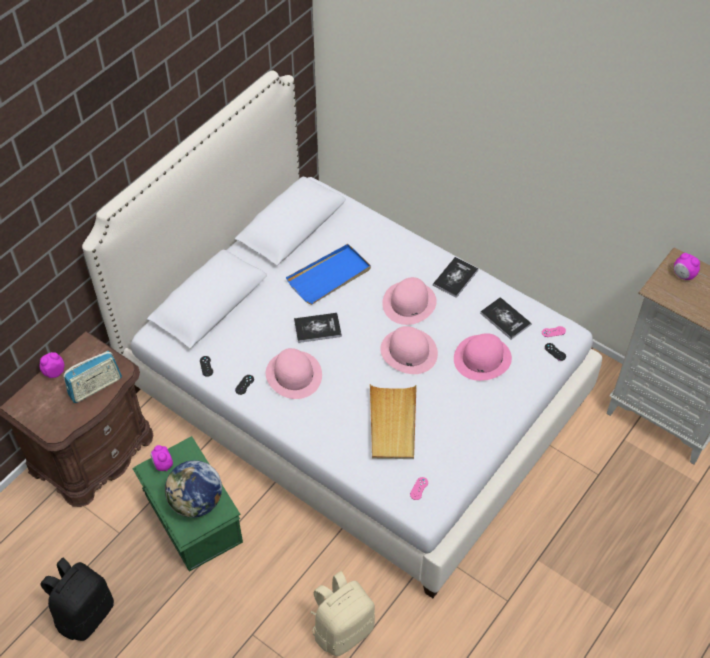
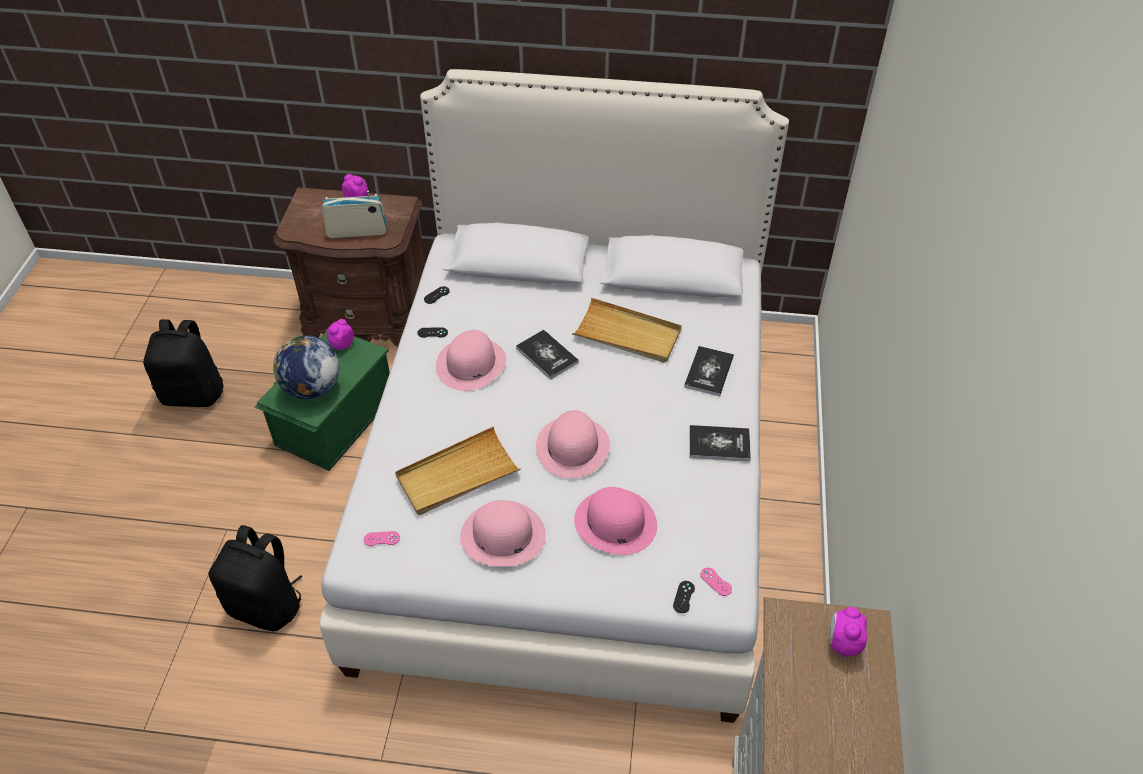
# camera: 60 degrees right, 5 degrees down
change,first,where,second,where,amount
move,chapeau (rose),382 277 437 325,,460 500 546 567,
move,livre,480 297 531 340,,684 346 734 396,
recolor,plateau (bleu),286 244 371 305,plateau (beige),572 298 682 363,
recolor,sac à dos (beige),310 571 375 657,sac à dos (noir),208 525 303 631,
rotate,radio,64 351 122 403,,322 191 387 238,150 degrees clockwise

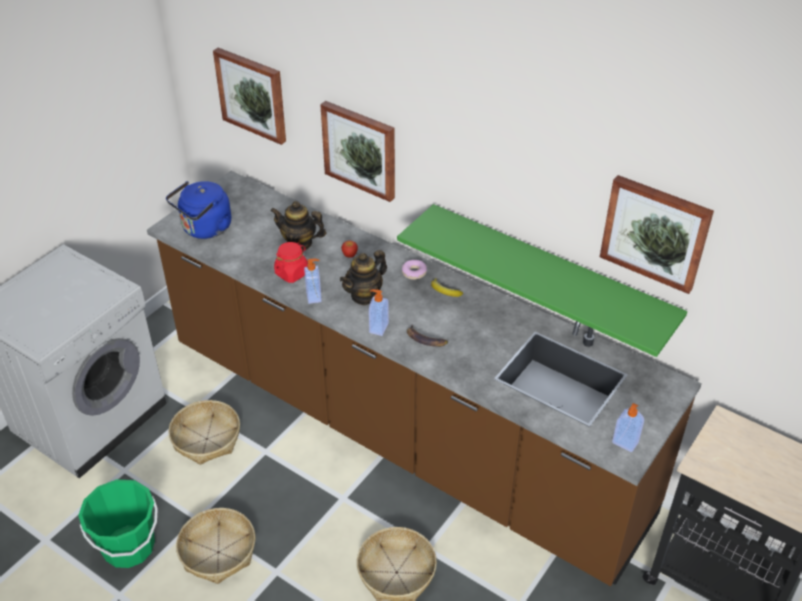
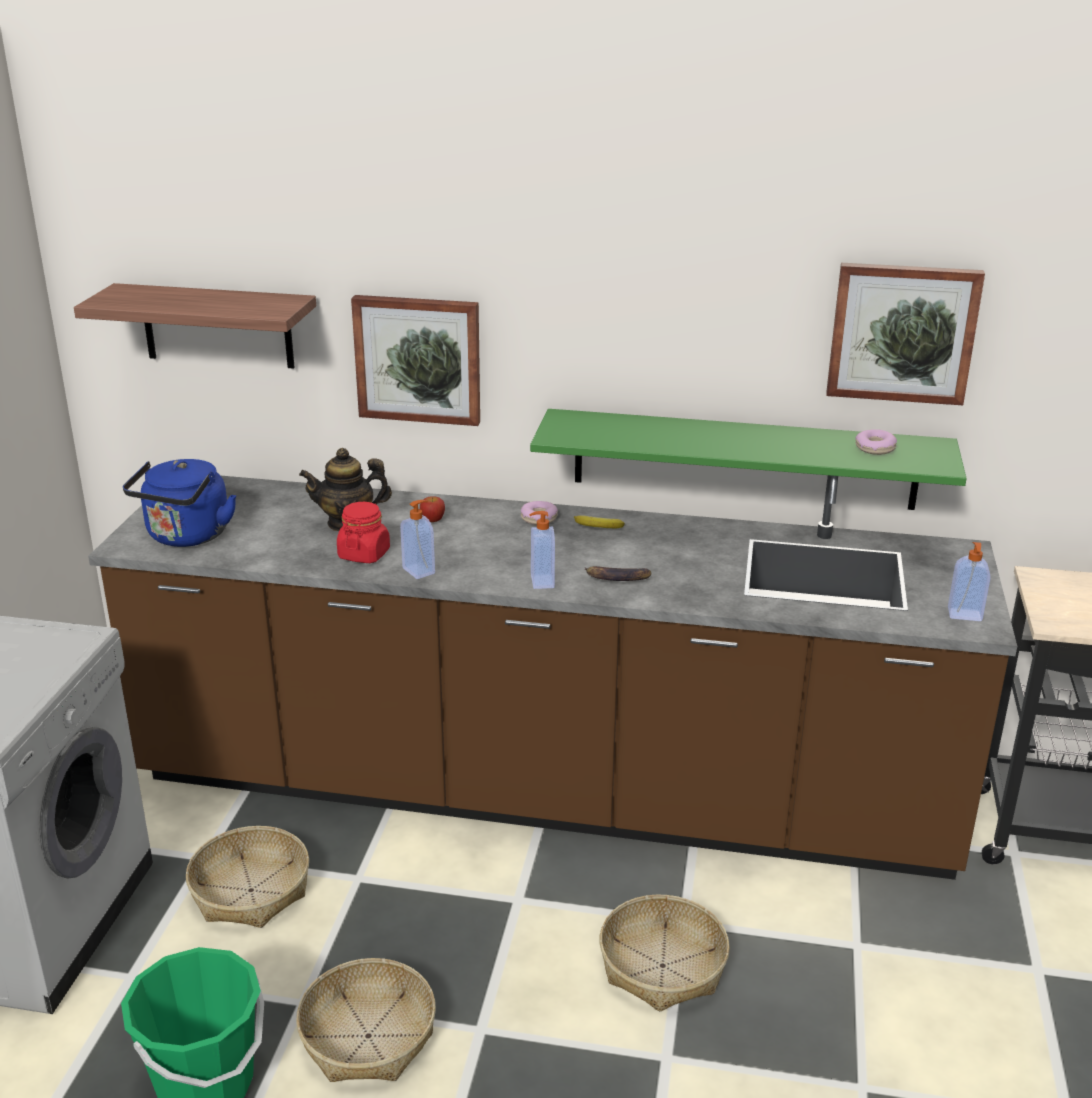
# camera: 25 degrees left, 15 degrees down
change,first,where,second,where,amount
delete,théière,340 250 387 305,,,
insert,,,beignet,855 429 897 455,
replace,tableau,213 48 286 145,étagère,74 283 316 369,

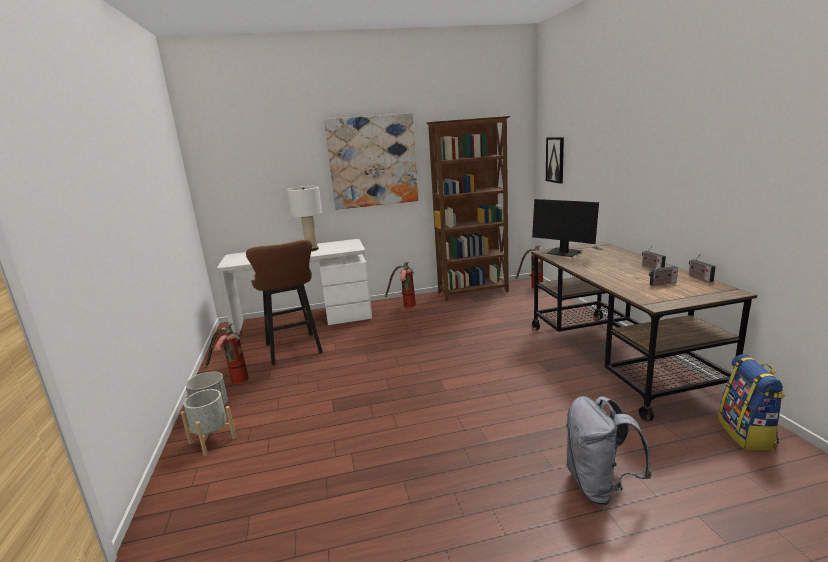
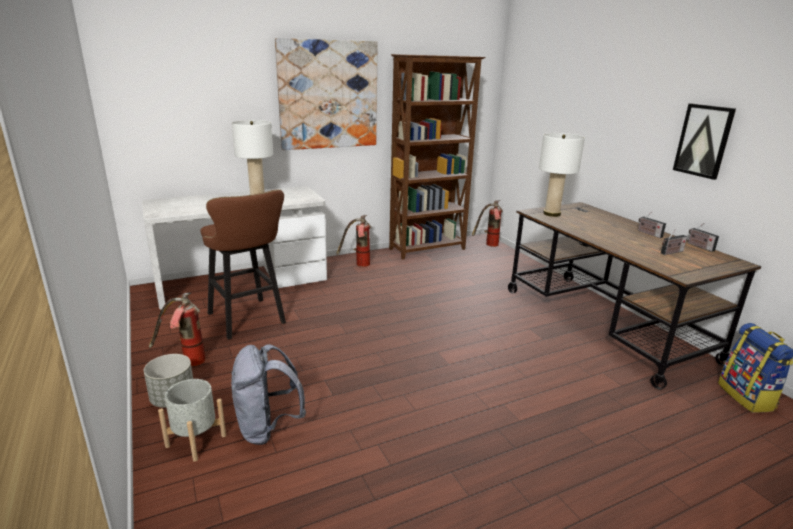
# camera: 15 degrees left, 5 degrees up
change,first,where,second,where,amount
move,tableau,546 137 564 184,,673 104 736 180,
move,sac à dos (gris),566 396 652 505,,231 344 306 445,
replace,écran d'ordinateur,532 199 599 257,lampe de table (blanc),539 133 585 217,

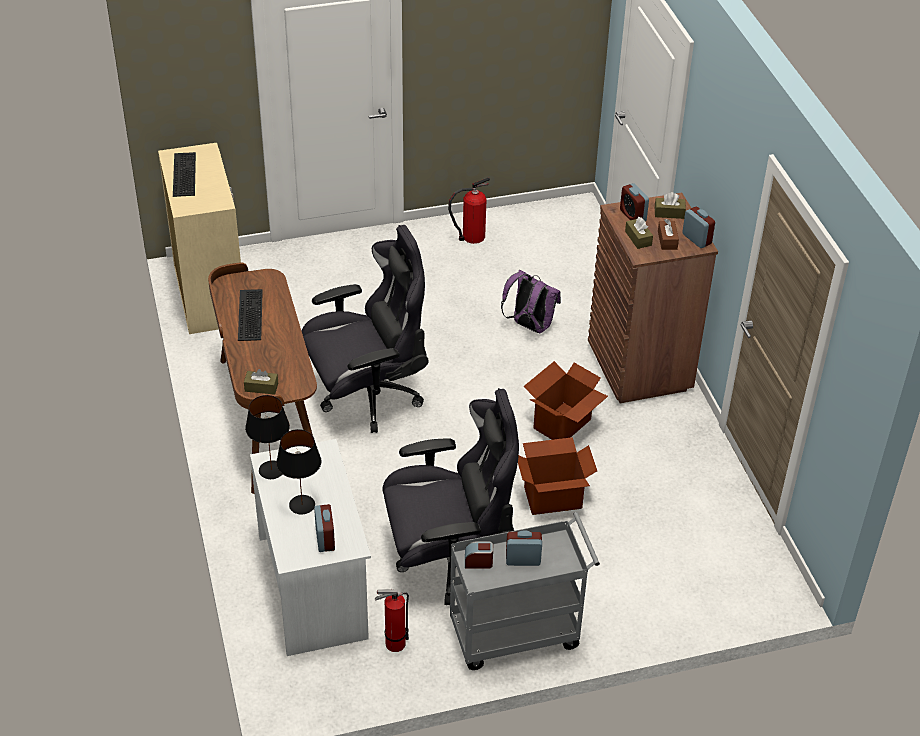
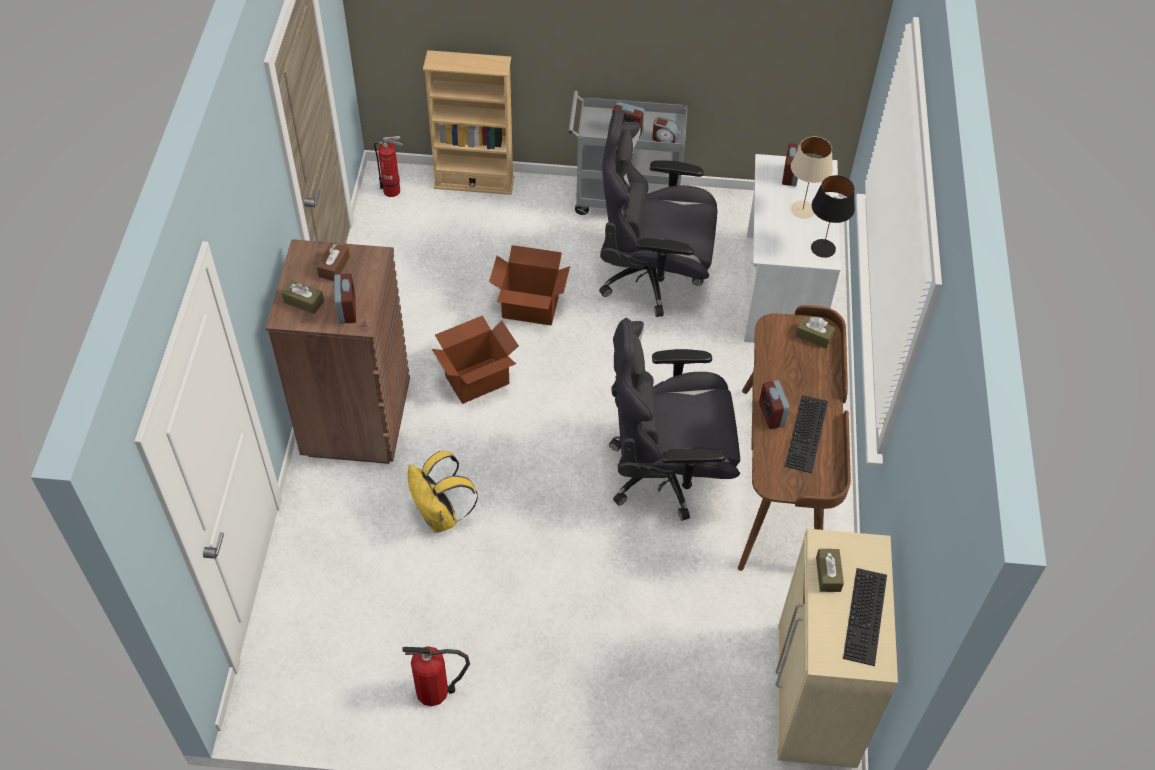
# camera: 160 degrees left, 10 degrees up
change,first,where,second,where,amount
insert,,,bibliothèque (beige),423 50 514 195,
move,extincteur,375 589 409 652,,374 136 403 197,
move,boîte à mouchoirs (marron),625 217 653 249,,816 549 844 592,
move,réveil,682 207 715 248,,759 380 789 429,
recolor,lampe de table (noir),276 429 321 515,lampe de table (beige),791 137 833 218,
recolor,sac à dos (violet),501 270 561 333,sac à dos (jaune),408 451 478 533,

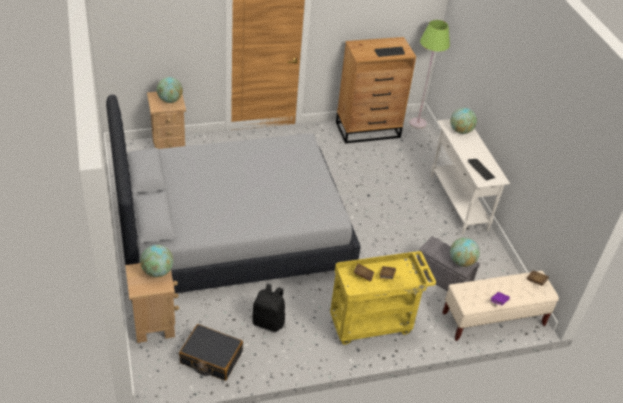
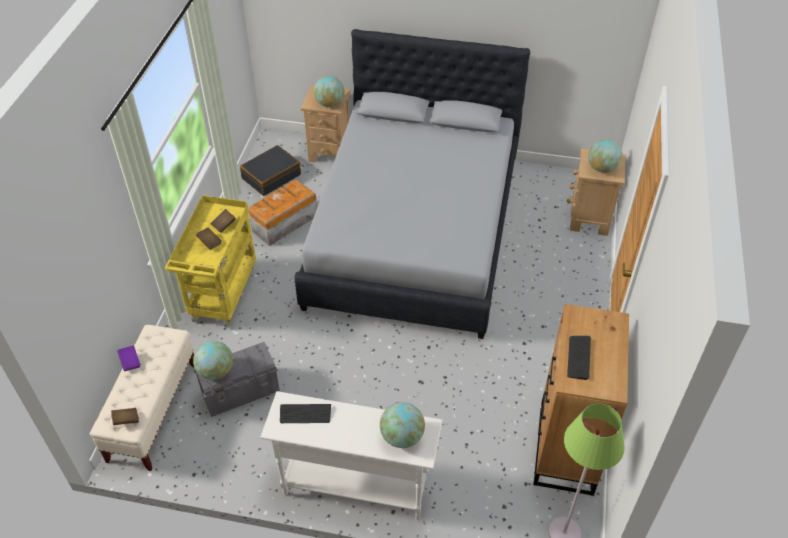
# camera: 120 degrees right, 5 degrees up
change,first,where,second,where,amount
replace,sac à dos (noir),252 284 285 332,boîte de rangement,249 180 317 246,

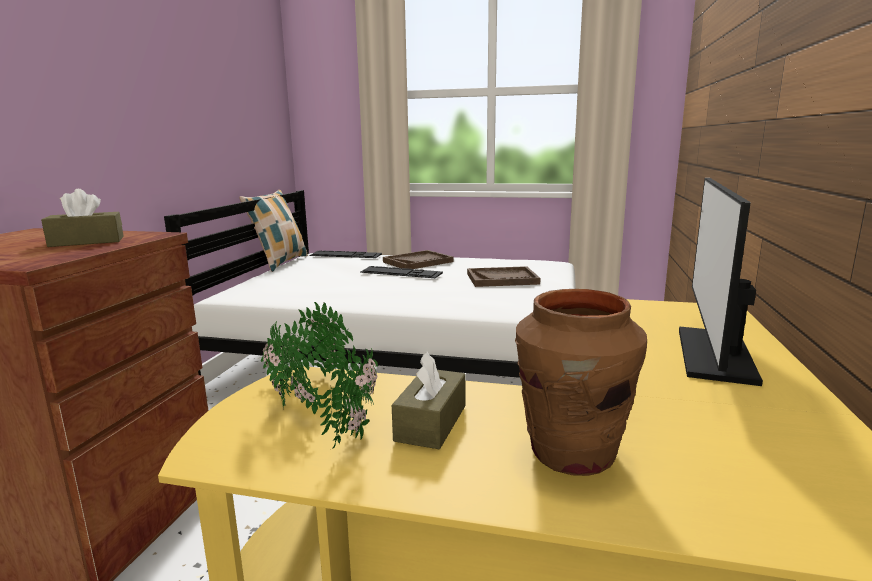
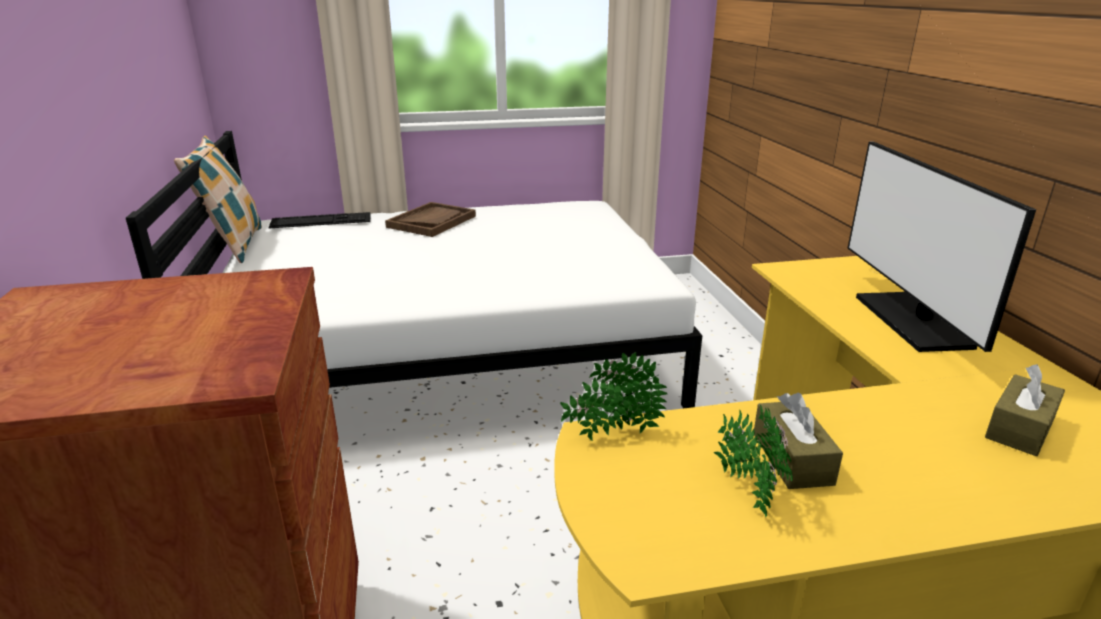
# camera: 25 degrees left, 10 degrees up
change,first,where,second,where,amount
delete,plante en pot,261 321 322 414,,,
delete,clavier,360 266 443 278,,,
delete,plateau (marron),467 266 540 287,,,
delete,vase (marron),515 289 647 476,,,
move,boîte à mouchoirs (marron),41 189 124 247,,985 364 1065 456,

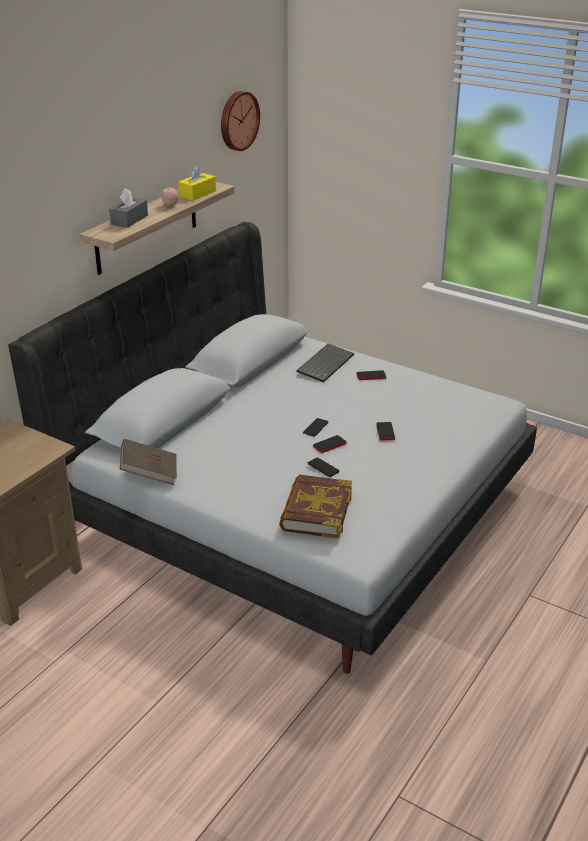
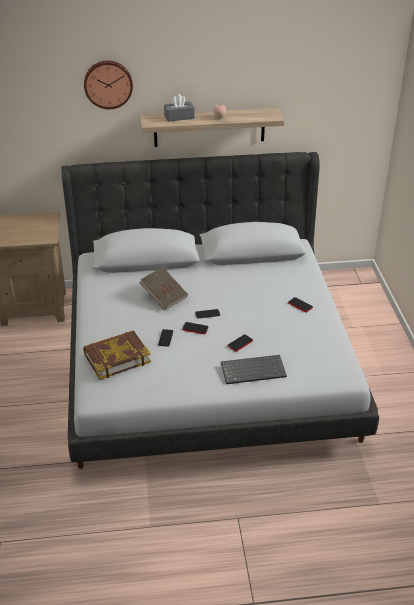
# camera: 50 degrees right, 5 degrees up
change,first,where,second,where,amount
delete,boîte à mouchoirs (jaune),178 164 216 201,,,
move,livre (marron),120 439 177 485,,140 267 188 311,
move,horloge murale,221 91 260 151,,84 61 133 109,
move,clavier,297 343 354 382,,221 355 287 384,

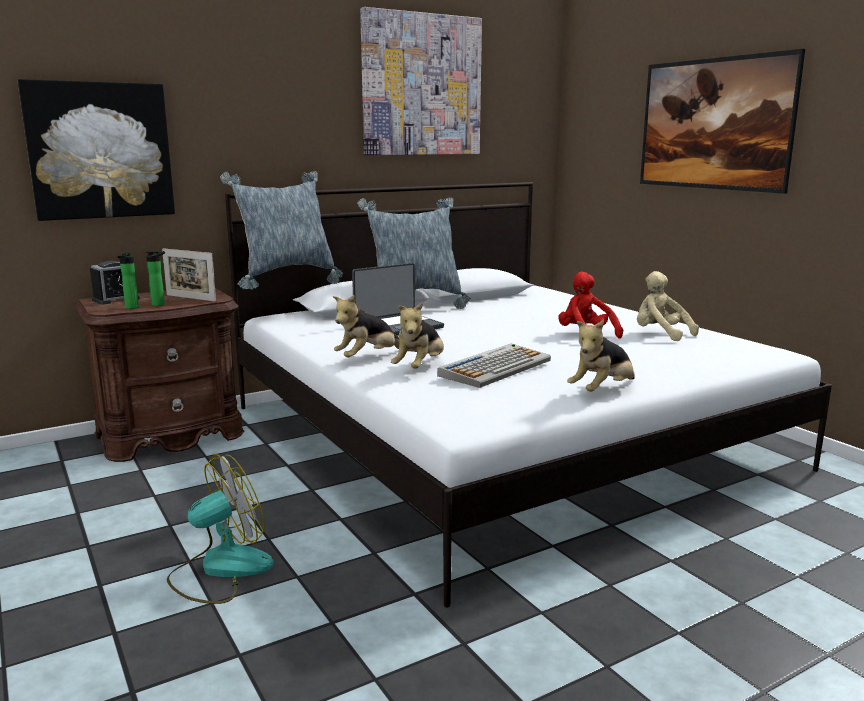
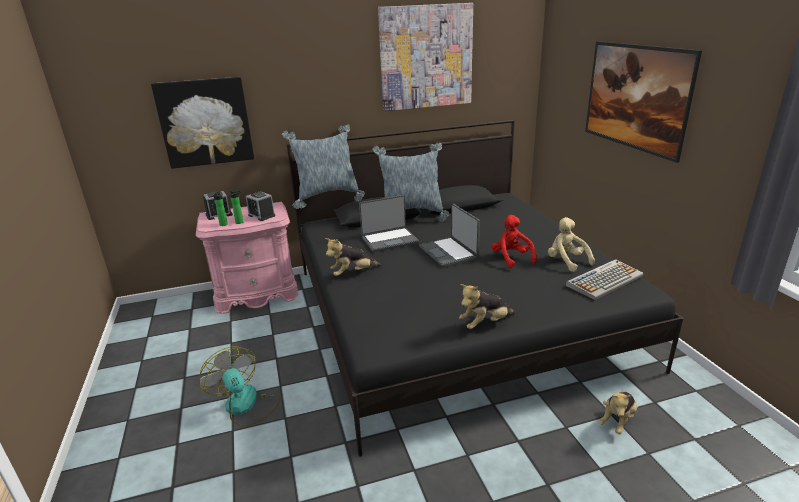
# camera: 15 degrees right, 10 degrees up
change,first,where,second,where,amount
insert,,,ordinateur portable,419 204 480 267,
move,peluche,391 302 444 369,,598 392 637 434,
move,clavier,437 344 551 388,,566 259 644 300,
replace,cadre photo,162 248 216 302,réveil,246 191 275 221,
recolor,table de chevet (marron),75 288 244 462,table de chevet (rose),196 202 299 313,
recolor,lit (blanc),225 182 832 607,lit (noir),287 119 683 456,
rotate,ventilateur,167 454 274 604,,199 346 281 427,105 degrees counterclockwise

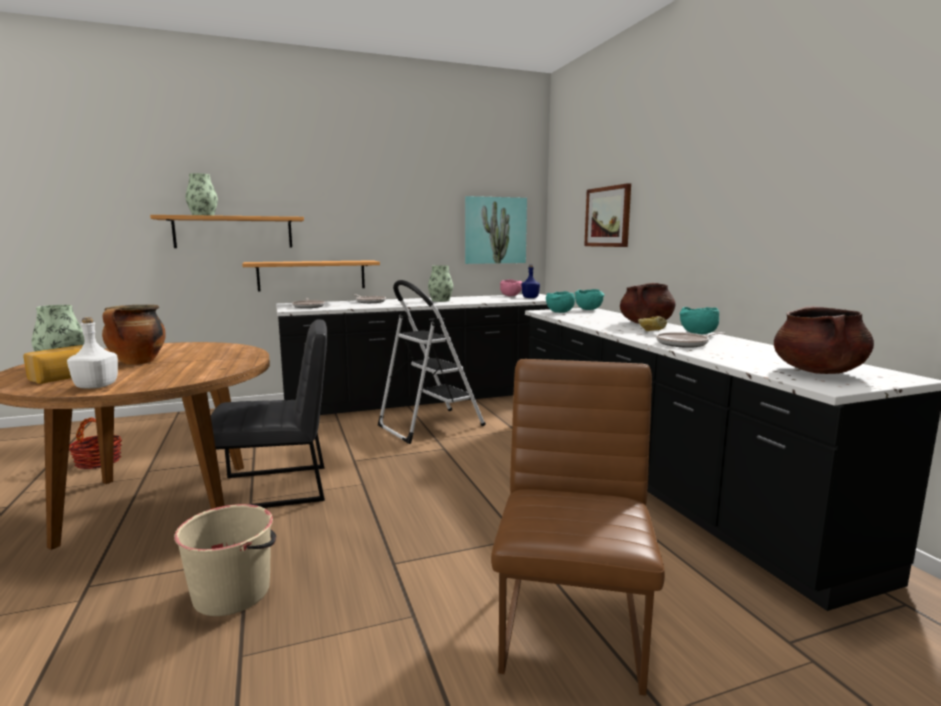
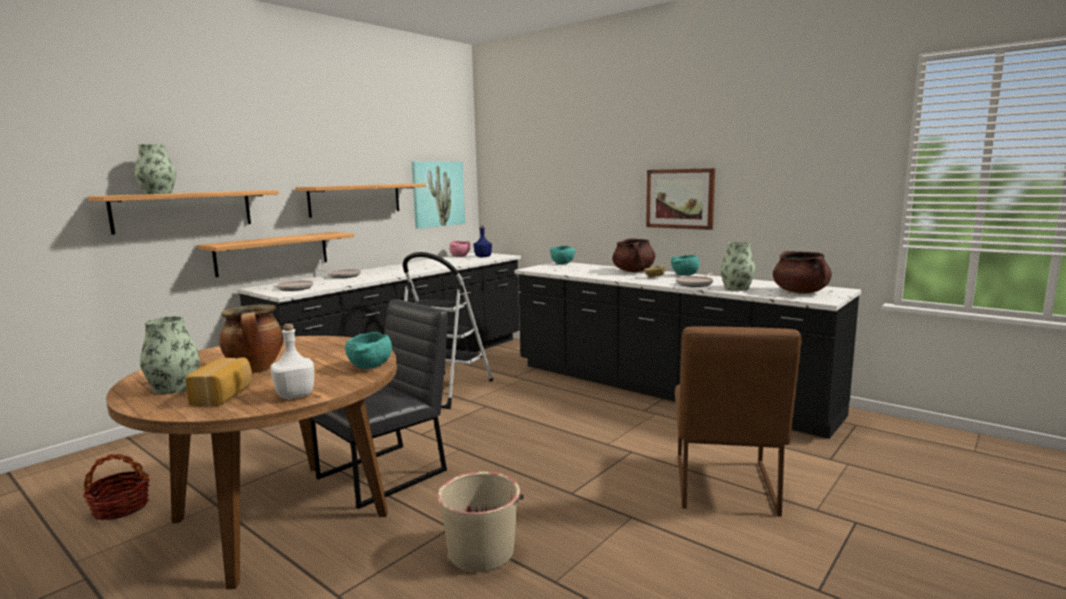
# camera: 30 degrees left, 0 degrees up
change,first,where,second,where,amount
insert,,,étagère,296 183 426 218,
move,vase,428 265 453 302,,720 242 755 291,
move,bol (turquoise),546 291 575 313,,345 332 392 369,
move,tableau,584 183 631 247,,646 168 715 230,
rotate,chaise (marron),491 359 665 696,,675 326 801 517,150 degrees counterclockwise

